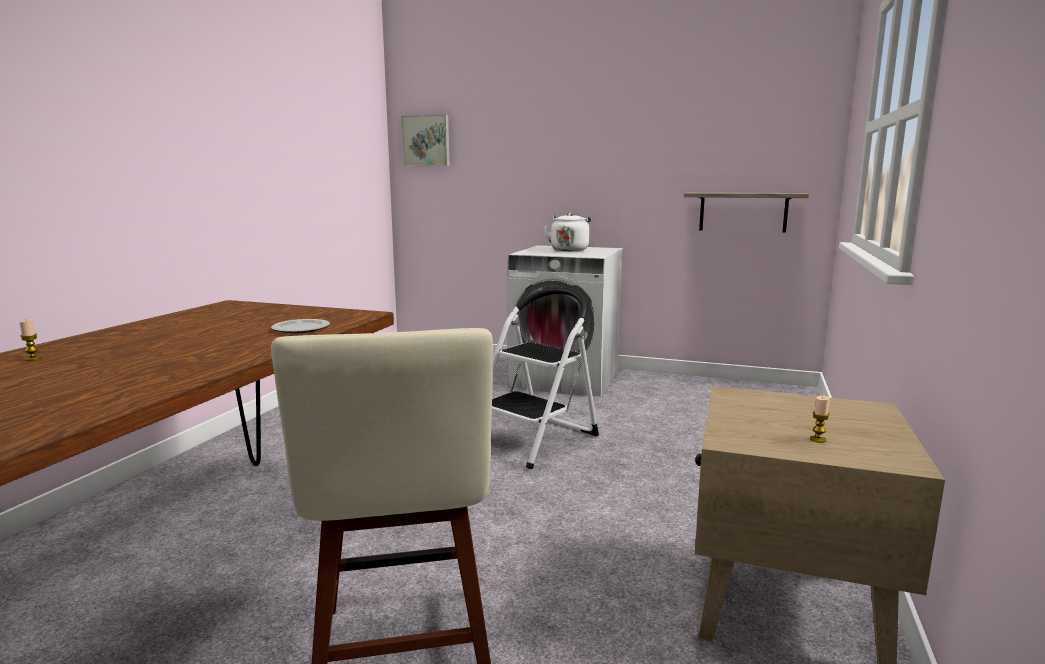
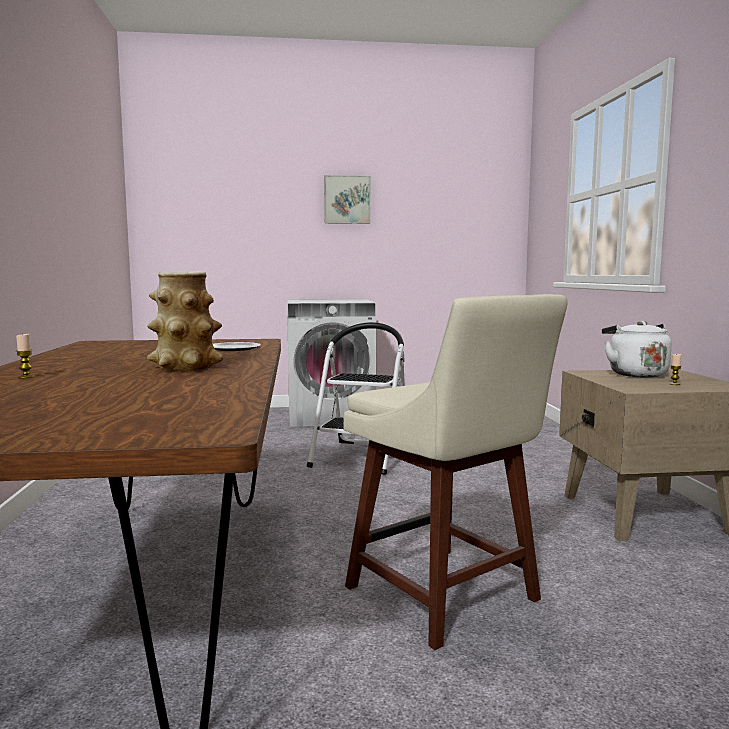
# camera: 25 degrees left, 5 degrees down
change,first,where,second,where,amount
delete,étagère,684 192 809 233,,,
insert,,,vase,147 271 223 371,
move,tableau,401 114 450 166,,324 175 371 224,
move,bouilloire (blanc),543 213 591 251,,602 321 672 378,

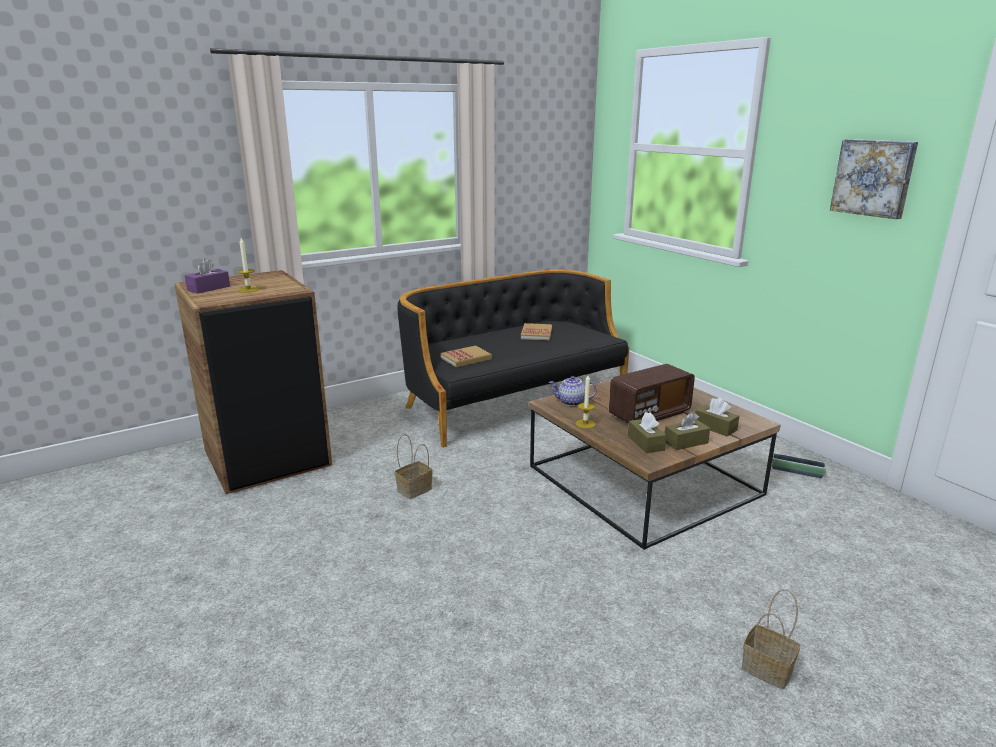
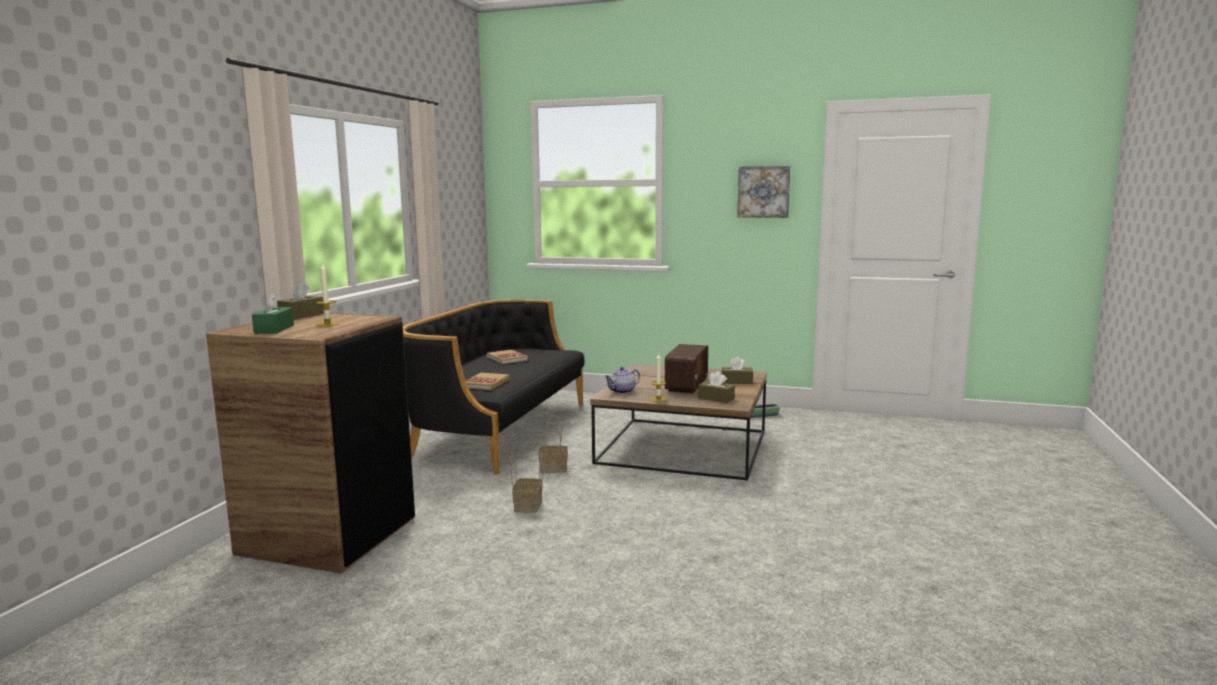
# camera: 40 degrees left, 10 degrees down
change,first,where,second,where,amount
move,boîte à mouchoirs (marron),665 412 710 450,,277 282 324 319,
move,panier,742 589 800 689,,538 415 568 473,
recolor,boîte à mouchoirs (violet),184 258 230 294,boîte à mouchoirs (vert),252 292 294 334,

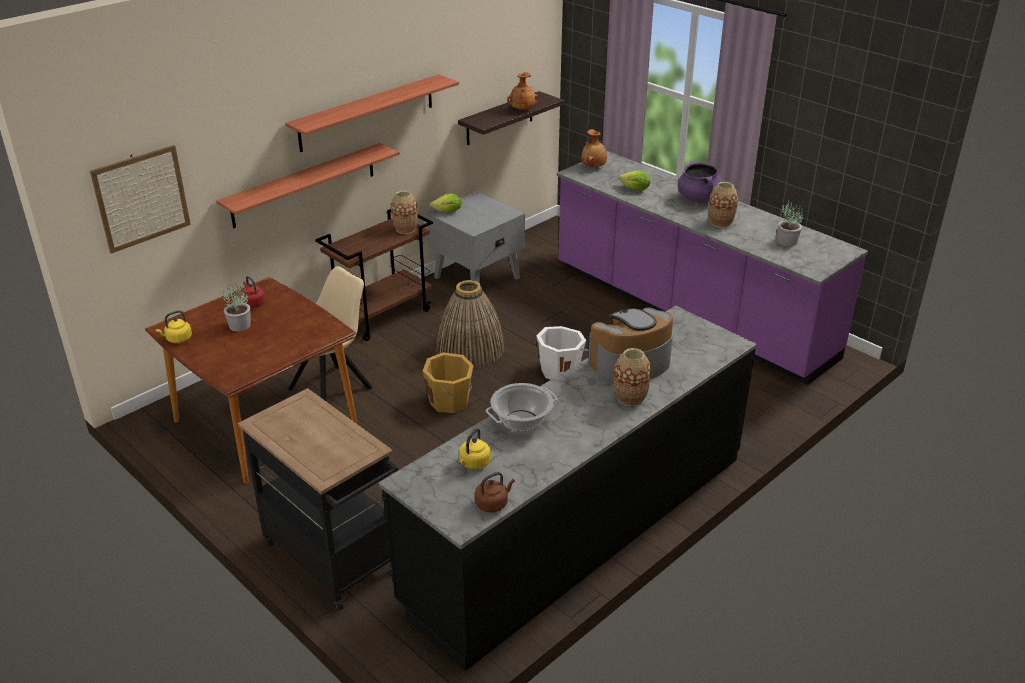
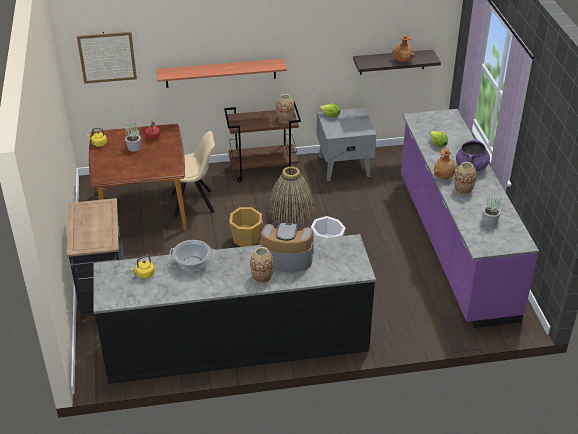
# camera: 35 degrees right, 5 degrees up
change,first,where,second,where,amount
delete,étagère,285 74 459 152,,,
delete,bouilloire (marron),475 472 515 512,,,
move,vase (marron),581 129 607 167,,434 148 455 179,

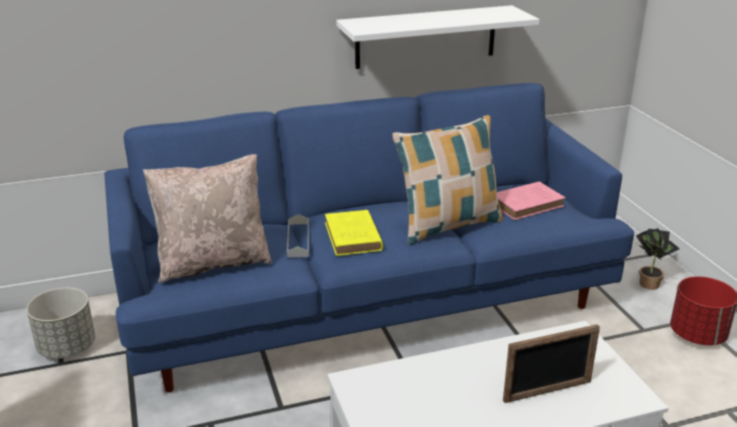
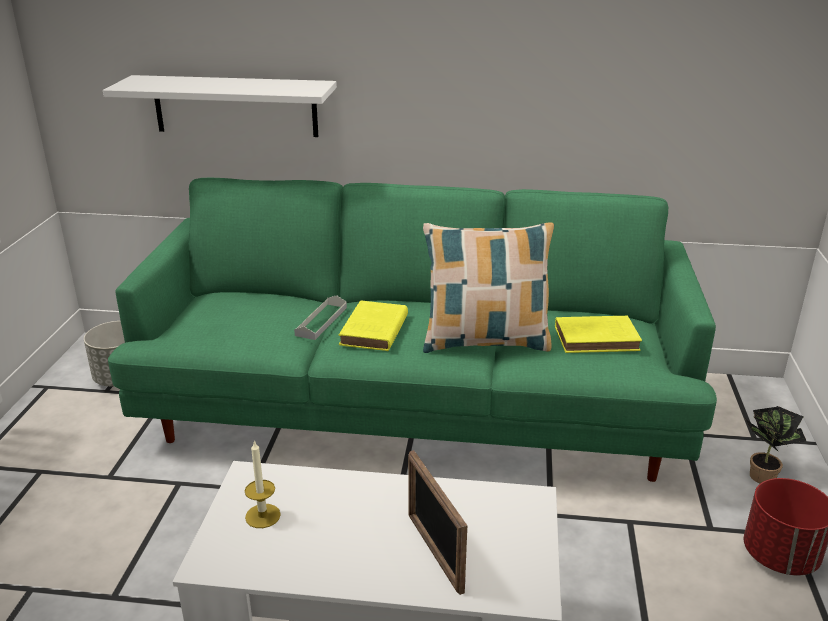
# camera: 25 degrees right, 0 degrees up
change,first,where,second,where,amount
delete,coussin (beige),143 154 272 282,,,
insert,,,bougie,245 440 281 528,
move,étagère (blanc),336 5 540 69,,103 75 337 137,
recolor,canapé (bleu),104 83 634 392,canapé (vert),108 178 717 482,
recolor,livre (rose),497 181 565 220,livre (jaune),555 316 642 353,
rotate,cadre photo,503 324 600 403,,408 450 467 595,60 degrees clockwise

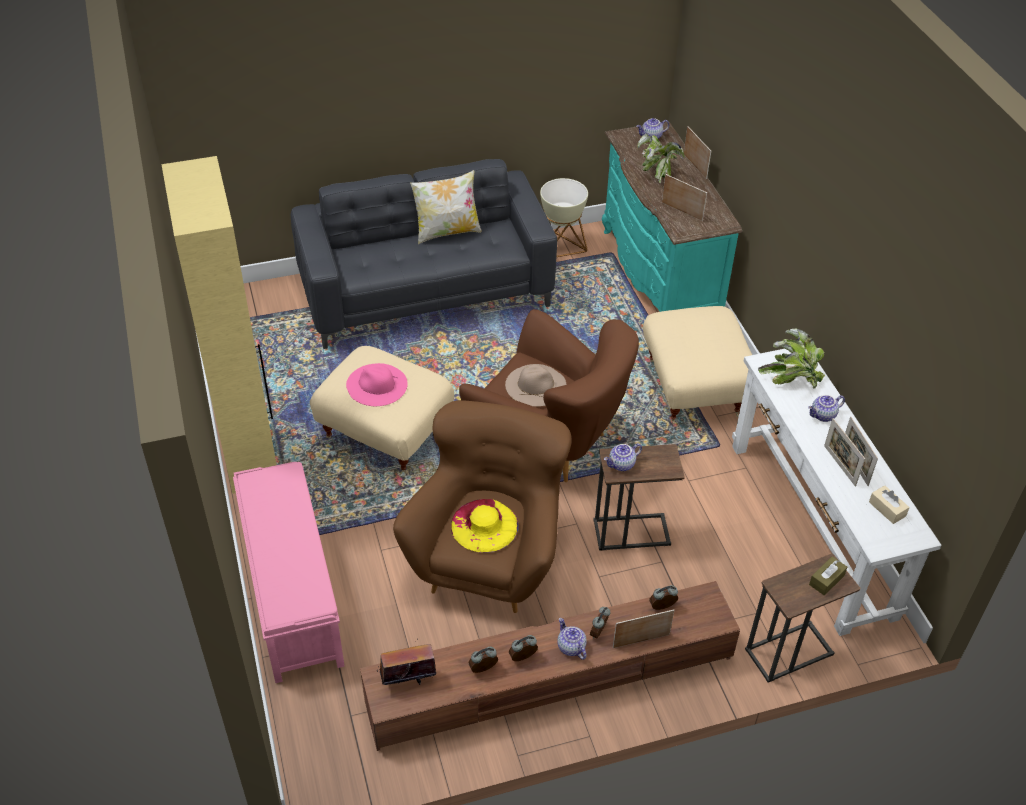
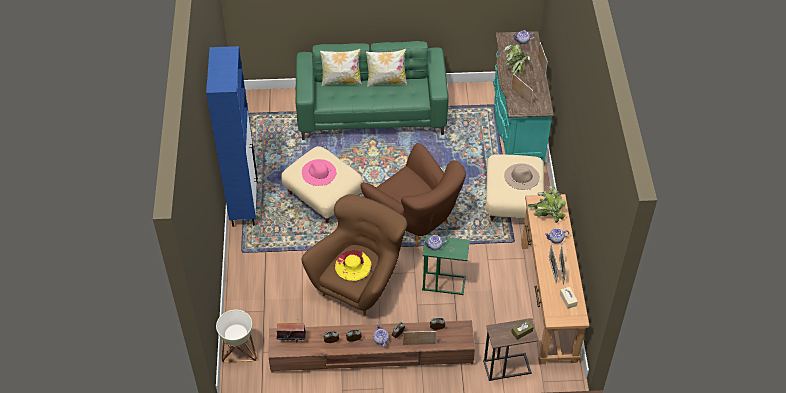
# camera: 15 degrees right, 5 degrees up
change,first,where,second,where,amount
delete,banc (rose),233 462 345 683,,,
insert,,,coussin,320 49 362 86,
move,chapeau (beige),505 364 566 407,,504 163 540 190,
move,cache-pot,540 178 588 257,,216 310 257 362,
recolor,meuble de rangement (beige),161 156 277 494,meuble de rangement (bleu),206 46 258 227,
recolor,canapé (gris),291 159 557 349,canapé (vert),295 41 449 140,
recolor,table d'appoint (marron),593 444 685 551,table d'appoint (vert),422 235 470 295,
recolor,table console (blanc),732 349 942 636,table console (marron),521 194 590 364,

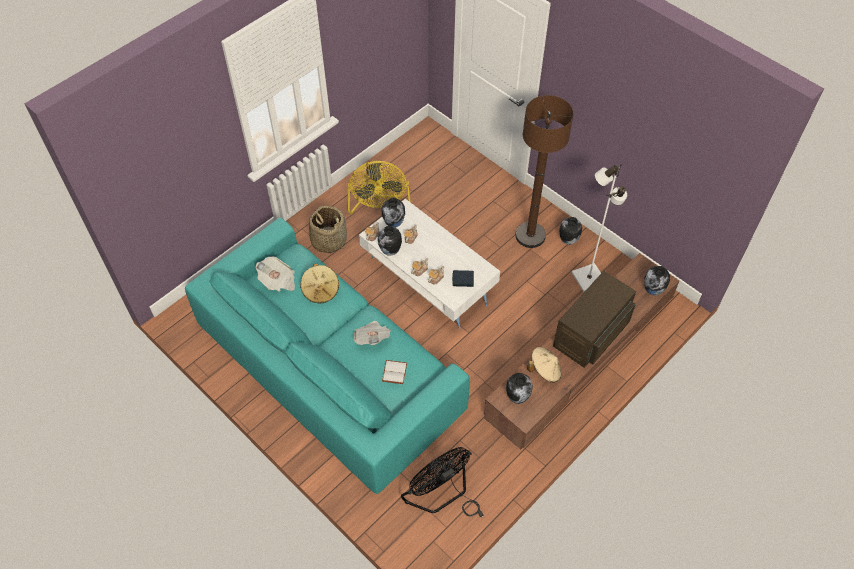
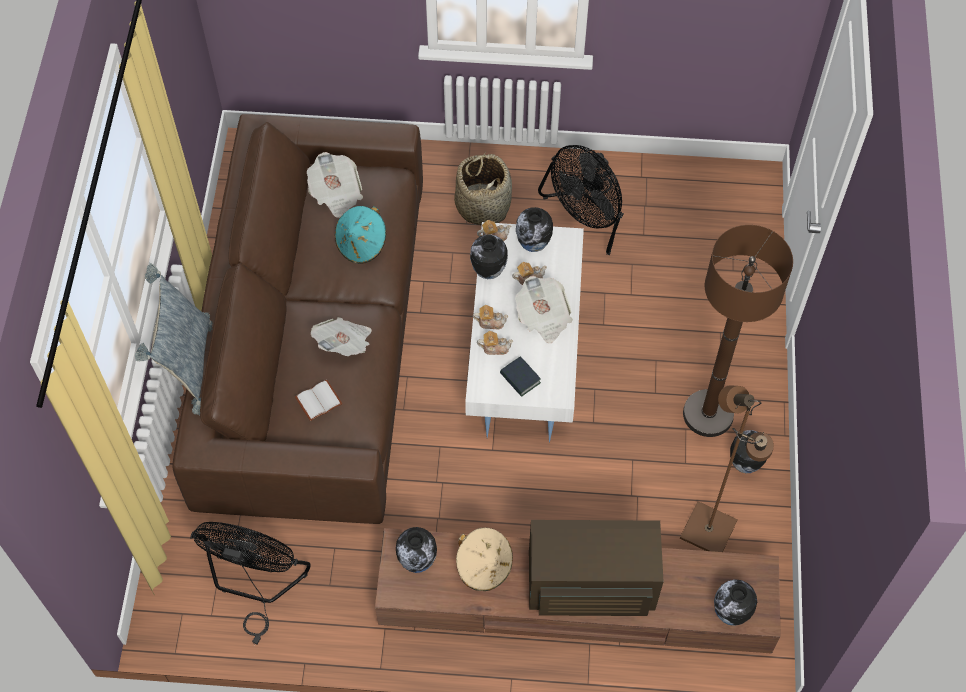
# camera: 50 degrees right, 5 degrees up
change,first,where,second,where,amount
insert,,,coussin,135 263 213 415,
insert,,,journal,515 276 573 343,
recolor,canapé (turquoise),185 218 470 494,canapé (marron),172 114 423 524,
recolor,chapeau (beige),300 264 339 303,chapeau (turquoise),335 206 386 264,
recolor,ventilateur (jaune),348 161 411 215,ventilateur (noir),538 145 624 255,
recolor,lampadaire (blanc),572 164 627 292,lampadaire (marron),680 385 774 552,

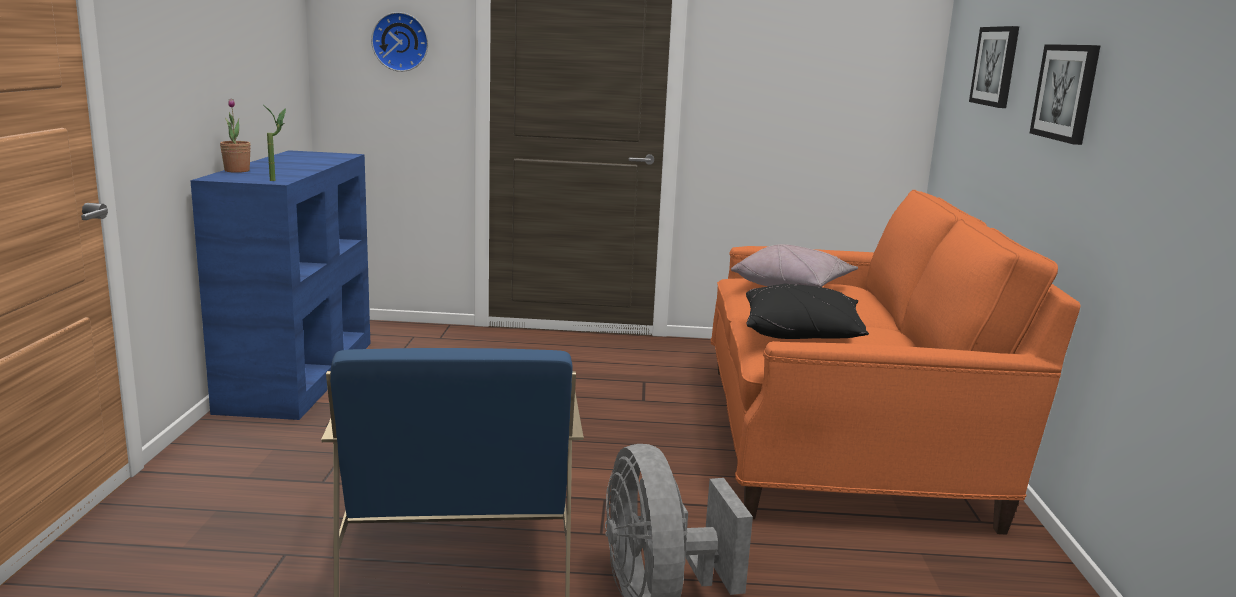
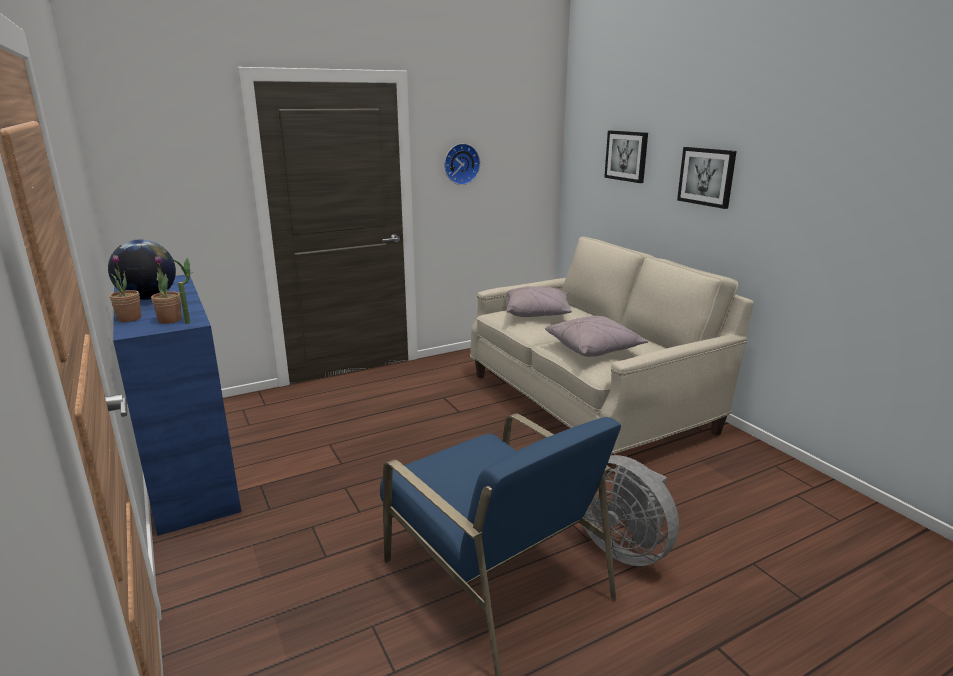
# camera: 30 degrees left, 5 degrees up
change,first,where,second,where,amount
insert,,,globe,108 239 176 300,
insert,,,plante en pot,151 255 182 324,
move,horloge murale,371 12 428 72,,444 143 480 185,
recolor,canapé (orange),710 190 1081 535,canapé (beige),470 237 754 474,
recolor,coussin (noir),746 284 869 339,coussin (violet),545 316 648 357,

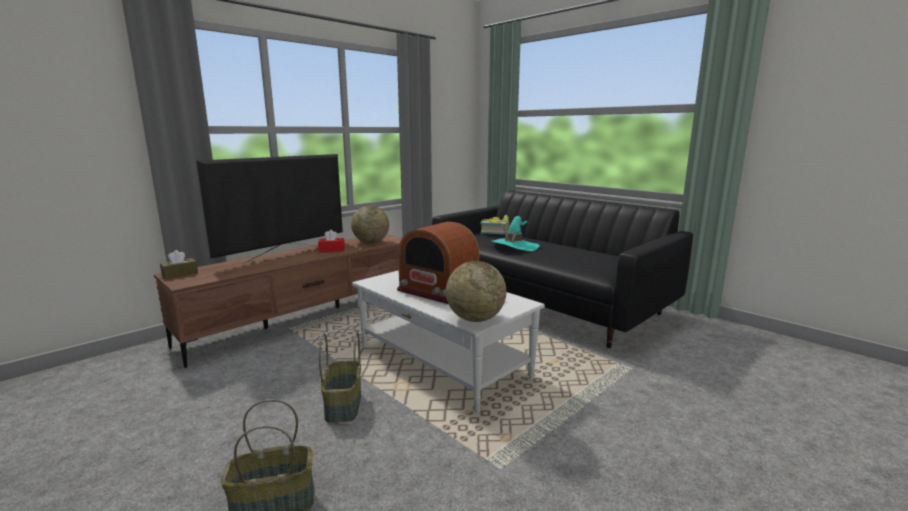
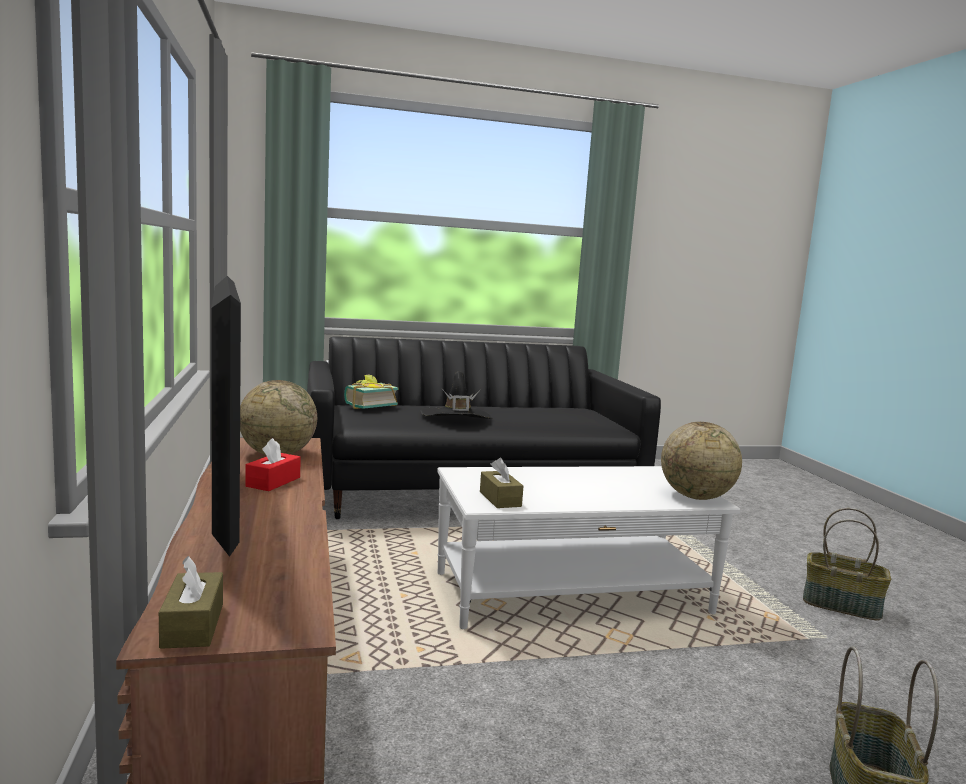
# camera: 60 degrees left, 5 degrees down
change,first,where,second,where,amount
delete,radio,397 222 479 304,,,
insert,,,boîte à mouchoirs (marron),480 458 523 508,
move,panier,319 332 361 423,,803 508 891 621,
recolor,chapeau (turquoise),491 216 540 251,chapeau (noir),421 371 492 419,

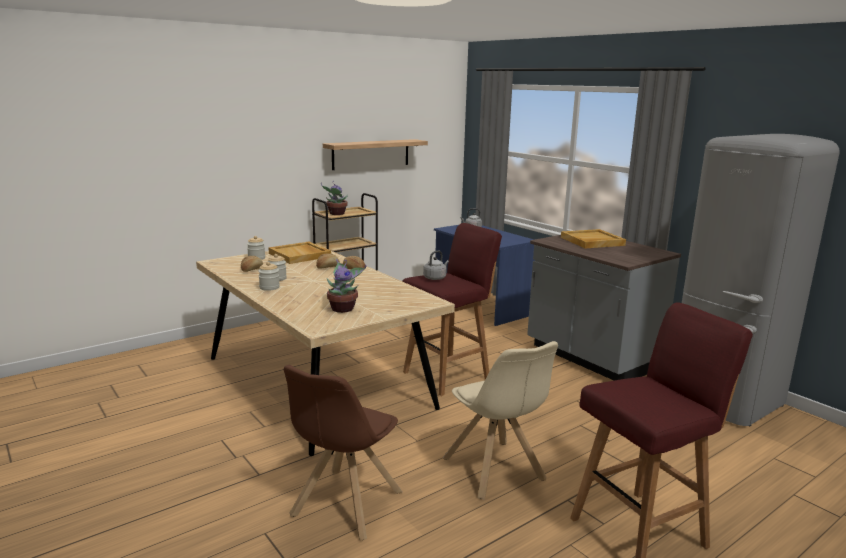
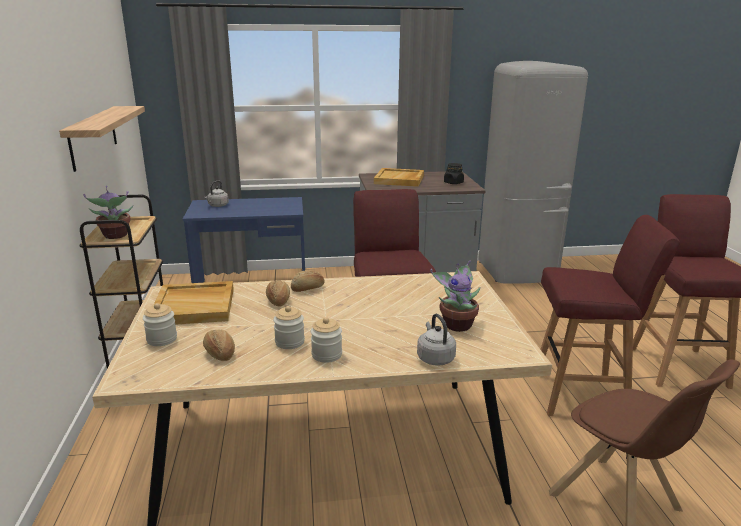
# camera: 60 degrees left, 5 degrees up
change,first,where,second,where,amount
insert,,,bocal (noir),444 163 464 184,
move,bouilloire (gris),423 251 449 280,,417 314 456 366,
replace,chaise (beige),442 341 558 499,tabouret (rouge),540 215 680 416,

